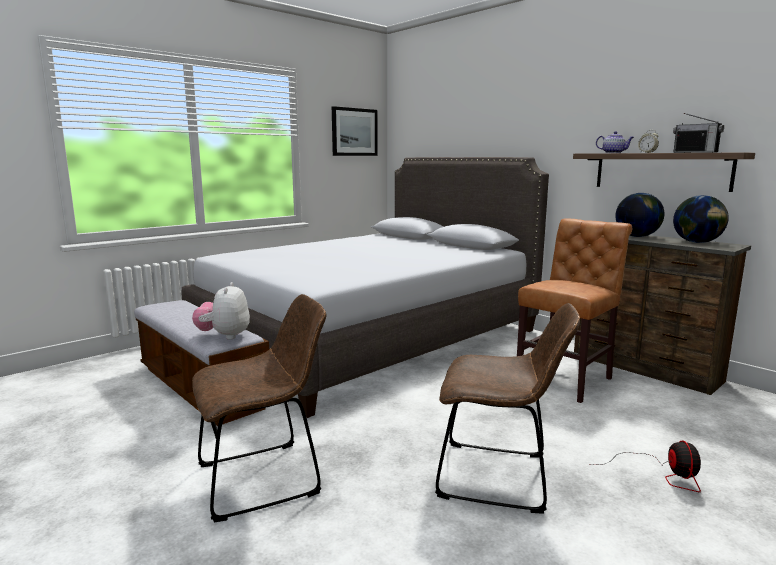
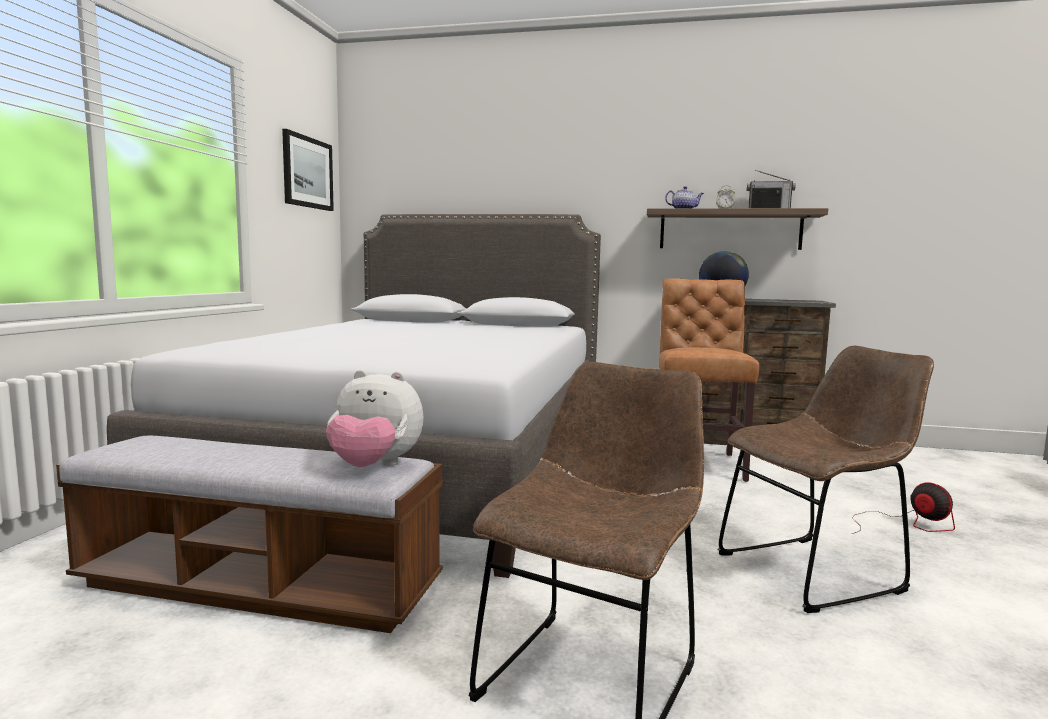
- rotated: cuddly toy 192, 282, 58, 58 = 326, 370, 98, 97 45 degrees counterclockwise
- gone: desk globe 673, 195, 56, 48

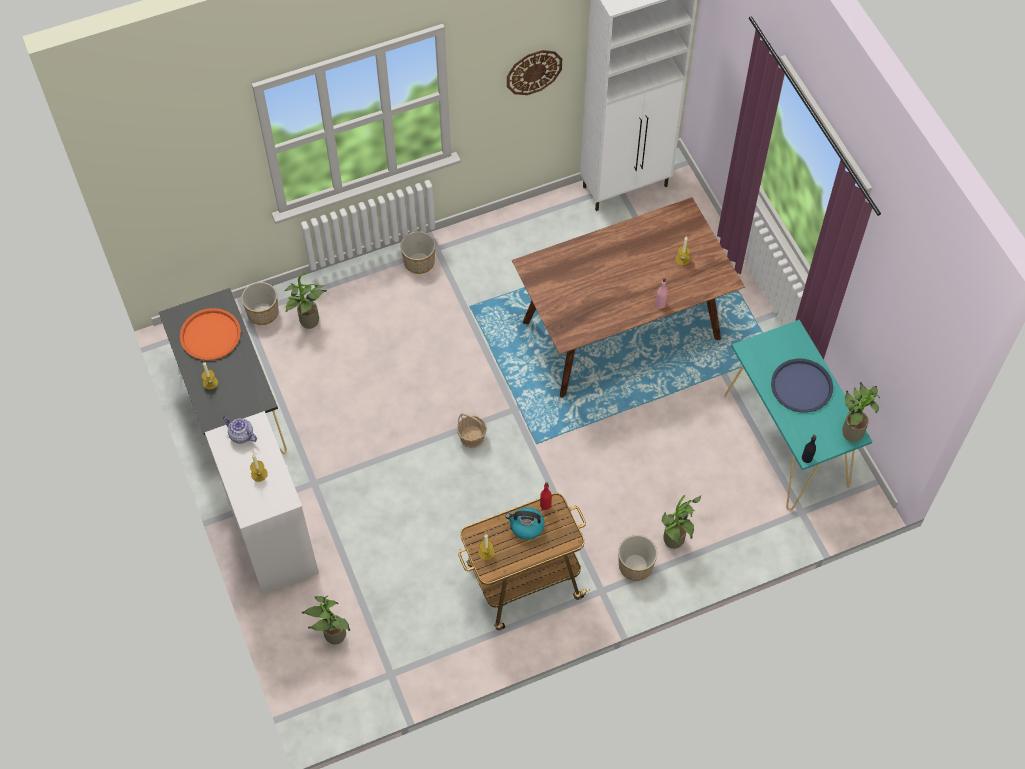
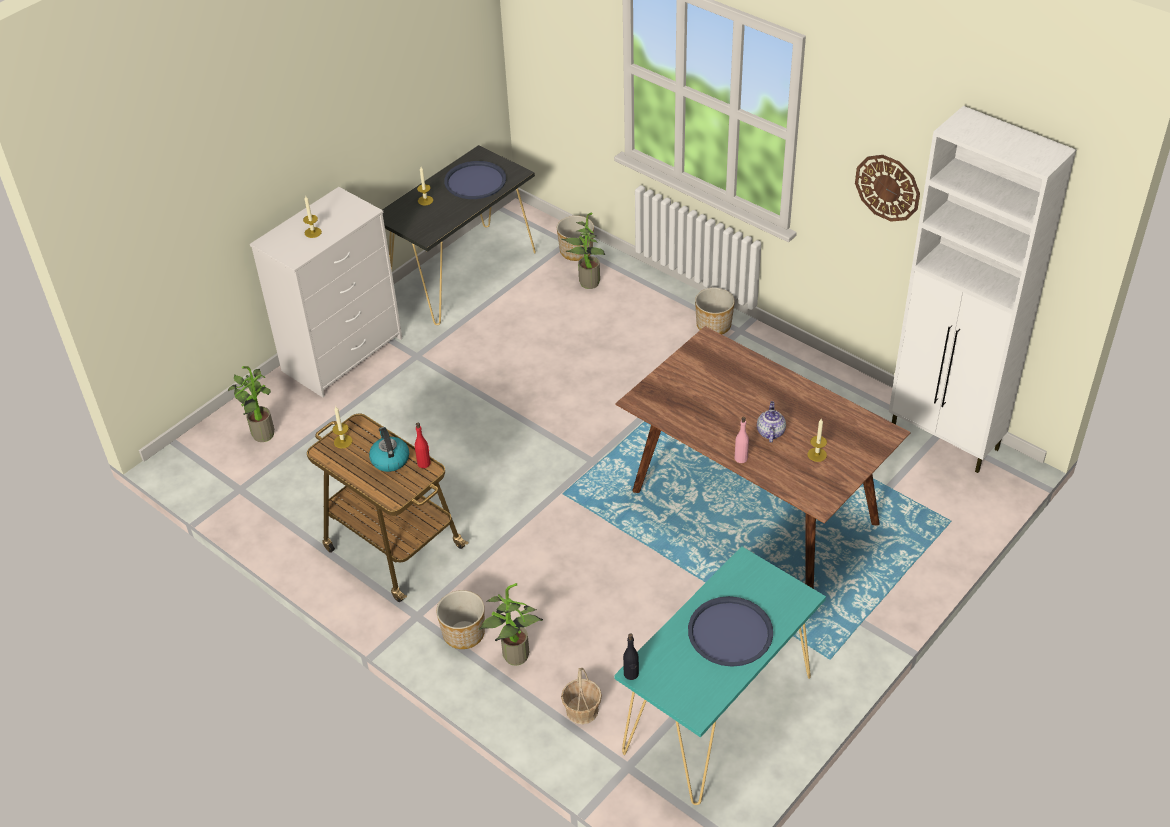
- repainted: orangey serving tray 180, 308, 61, 52 to bluish serving tray 444, 161, 62, 38
- shifted: basket 457, 414, 30, 34 to 561, 668, 41, 56
- shifted: tea pot 222, 416, 35, 28 to 757, 401, 29, 42
- gone: plant in a pot 842, 382, 38, 60

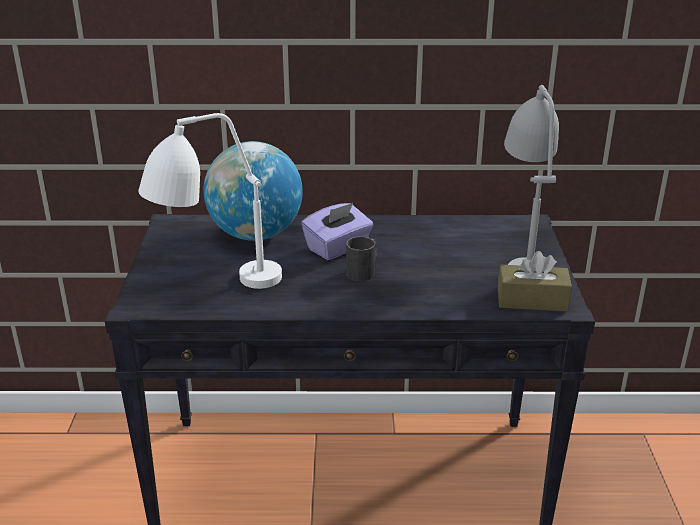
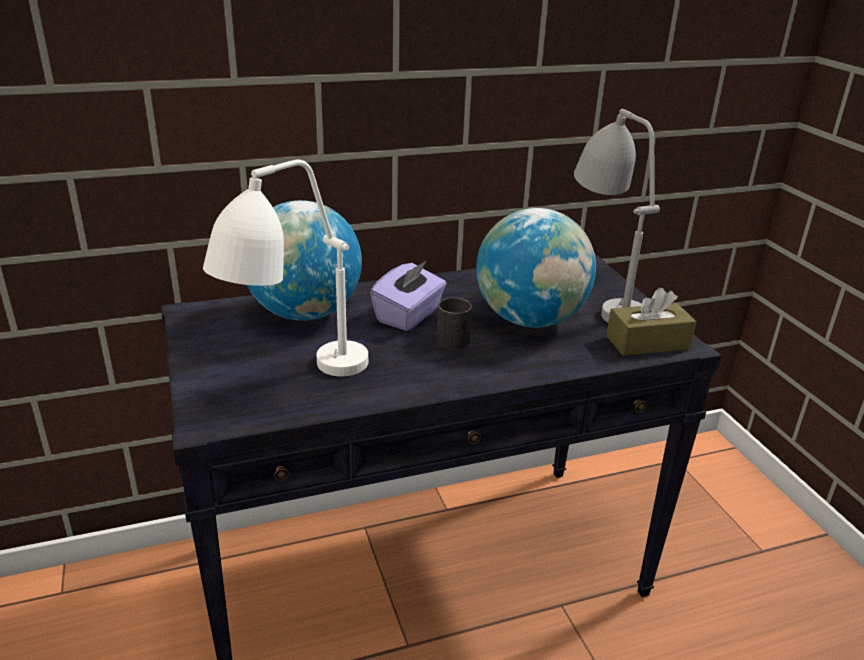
- new: desk globe 476, 208, 120, 120

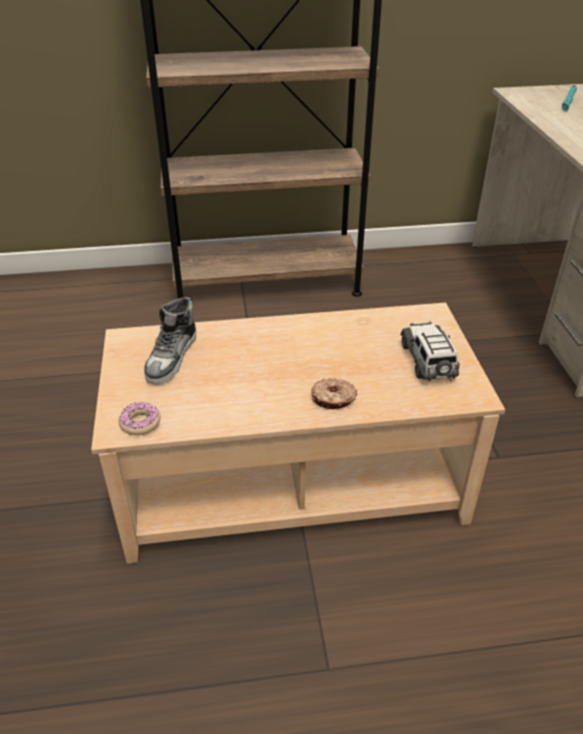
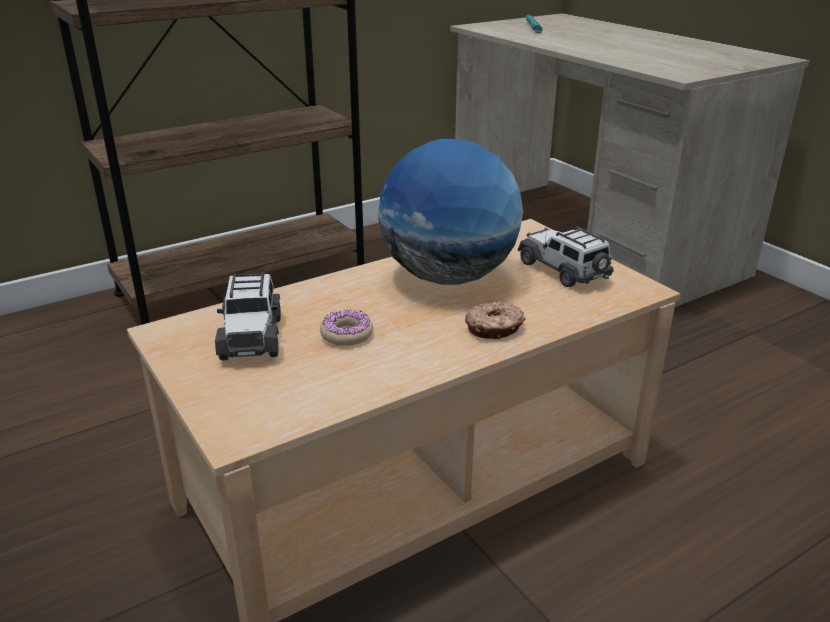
- swapped: item of footwear 144, 297, 52, 87 to toy car 215, 272, 66, 88
- shifted: donut 119, 402, 41, 33 to 320, 310, 53, 36
- new: desk globe 378, 139, 145, 146

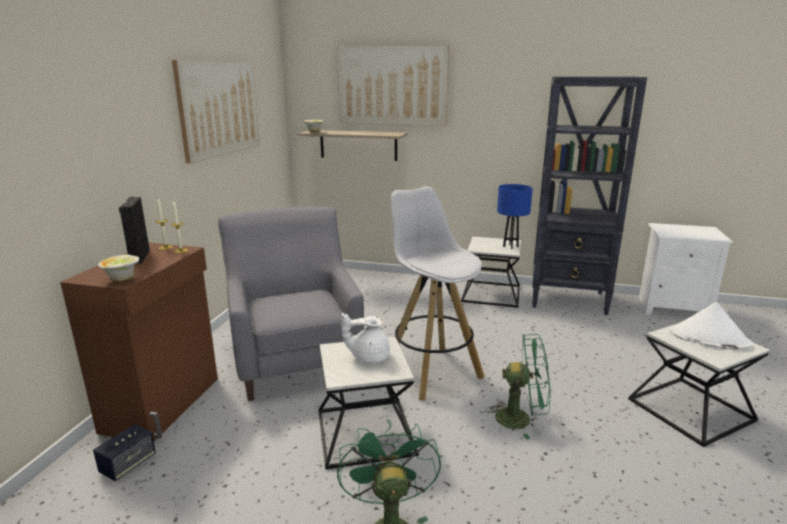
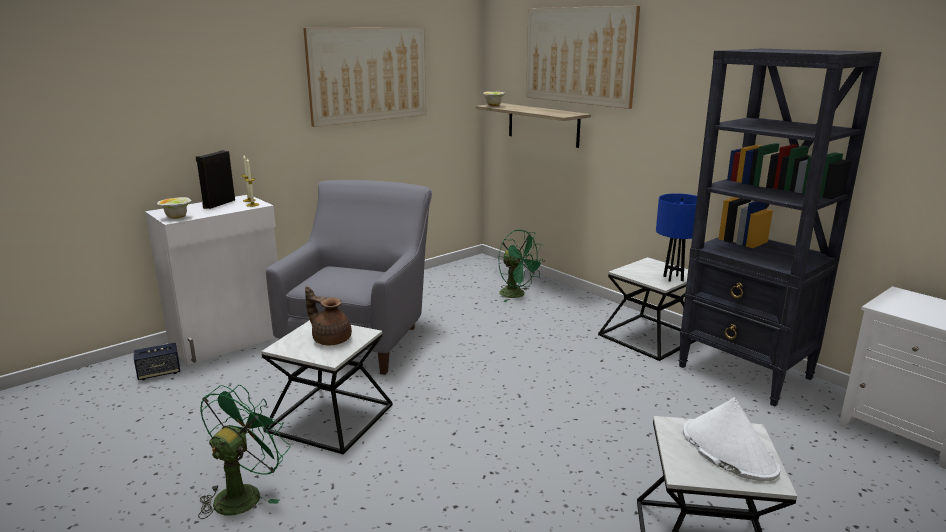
- repainted: brown-coloured cupboard 60, 243, 158, 198 to whitish cupboard 145, 195, 133, 170
- repainted: whitish tea pot 341, 313, 49, 50 to brown-coloured tea pot 305, 286, 47, 59
- shifted: green electric fan 485, 334, 66, 105 to 498, 229, 47, 73
- gone: whitish stool seat 391, 186, 93, 214

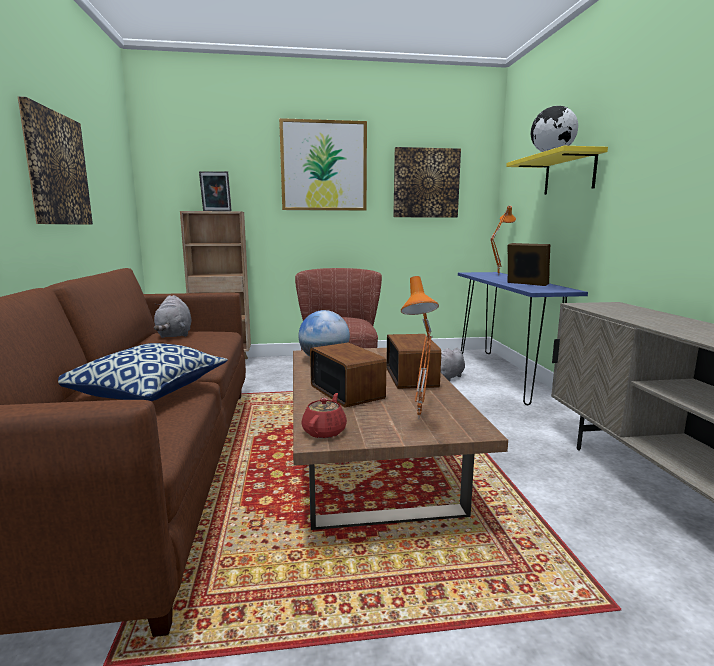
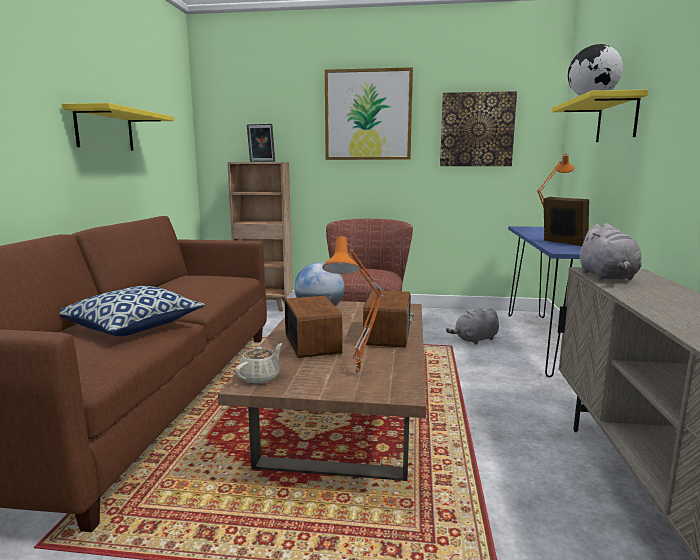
- swapped: picture 18, 96, 75, 129 to yellow-coloured wall shelf 62, 103, 112, 48
- repainted: reddish tea pot 301, 393, 46, 45 to beige tea pot 235, 343, 47, 41
- shifted: greyish cuddly toy 154, 295, 37, 43 to 578, 223, 64, 57

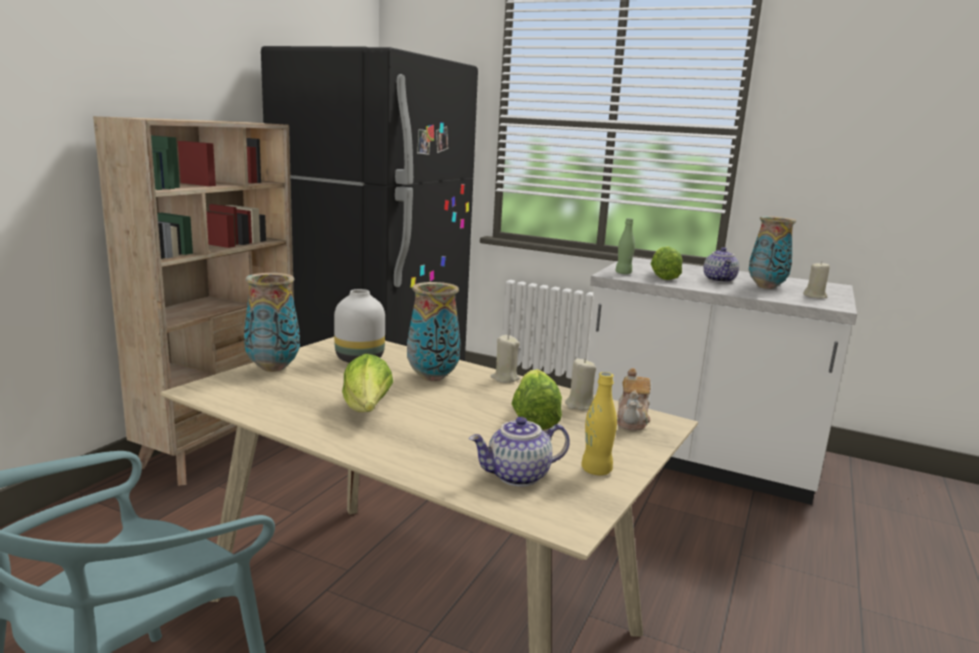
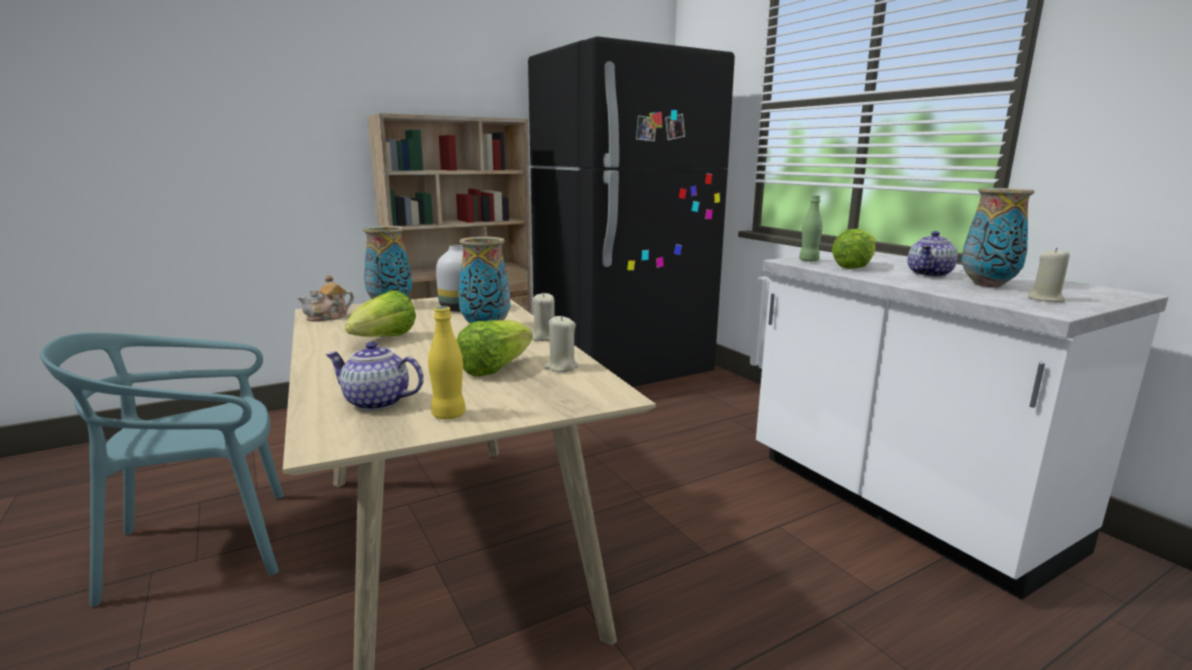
- shifted: tea pot 617, 368, 33, 63 to 297, 275, 57, 47

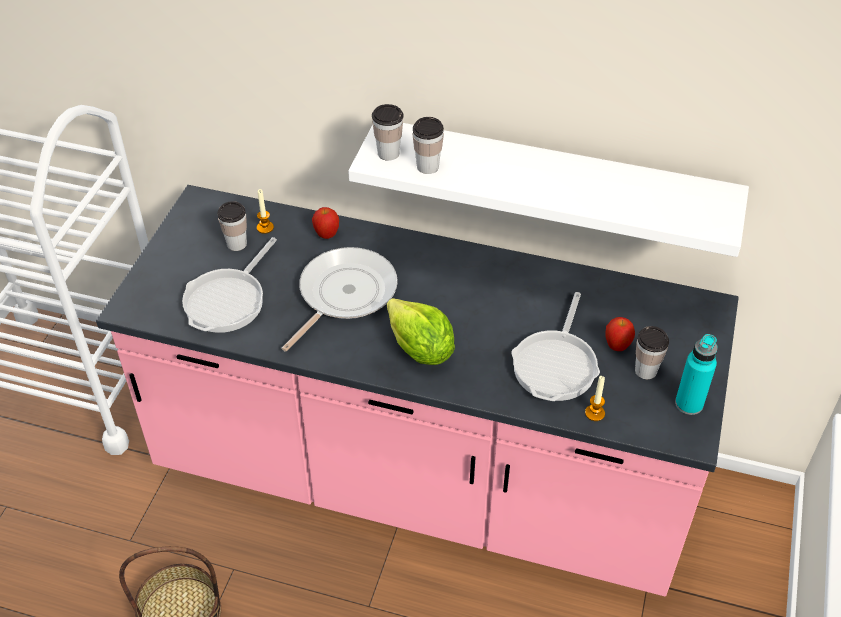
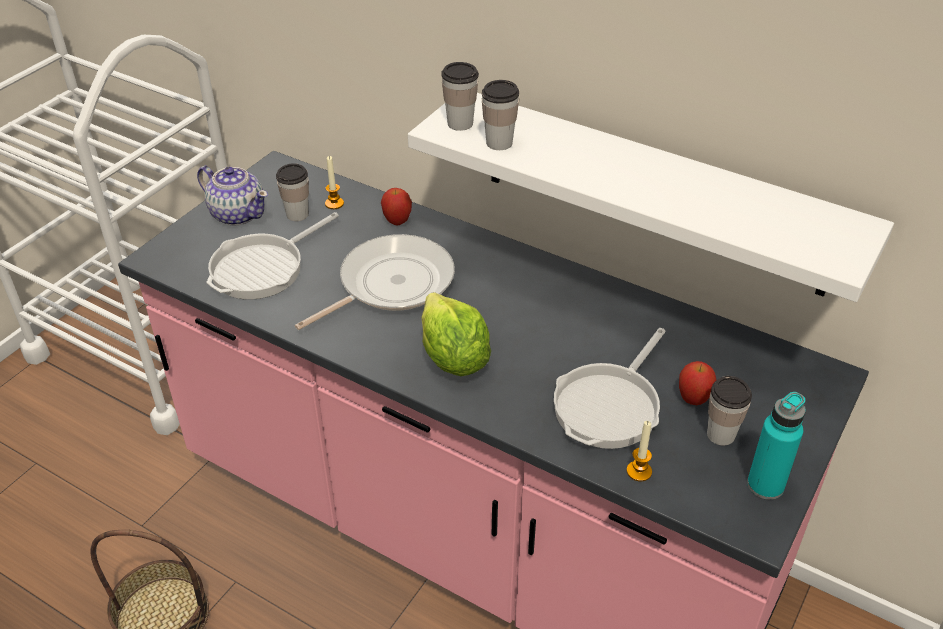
- new: tea pot 197, 166, 71, 60

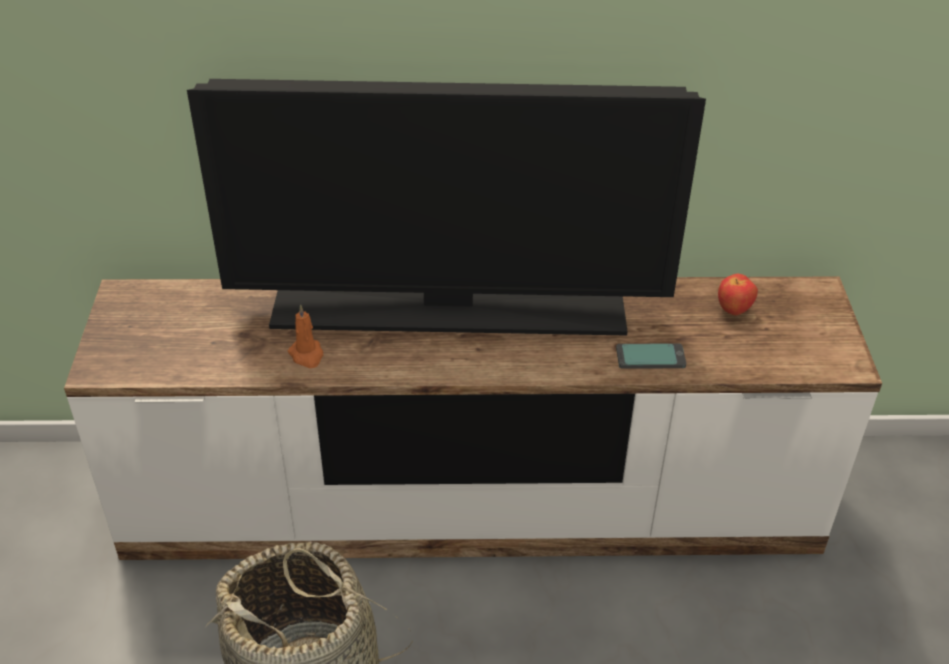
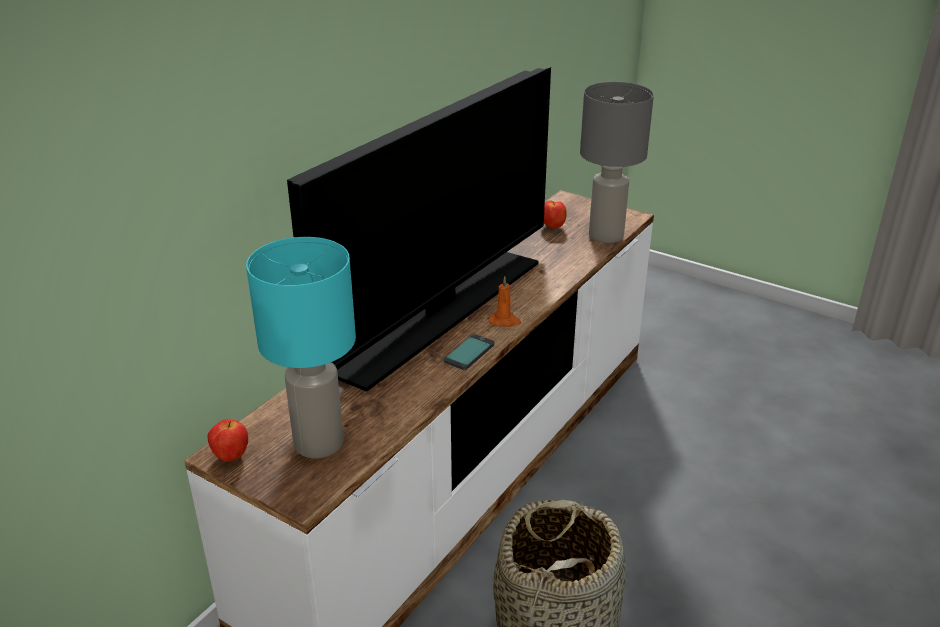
- new: apple 208, 419, 40, 43
- new: turquoise lamp for a table 246, 237, 110, 221
- shifted: phone 616, 343, 70, 26 to 444, 334, 51, 36
- shifted: orangey wax candle 288, 304, 35, 64 to 489, 276, 32, 51
- new: greyish lamp for a table 580, 82, 74, 161

